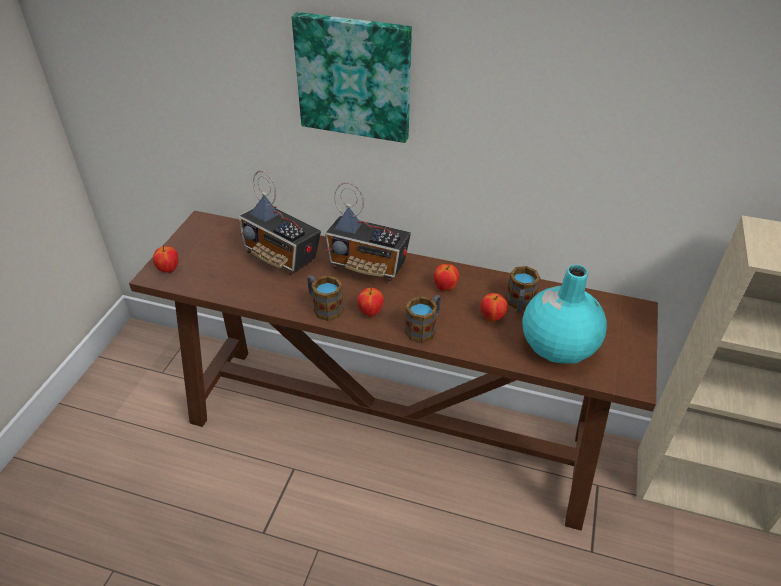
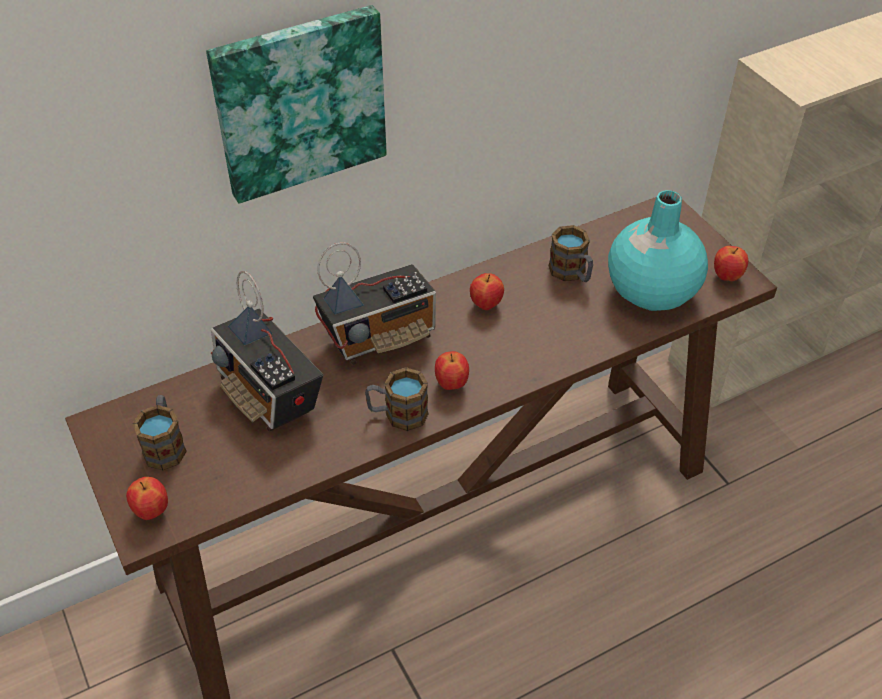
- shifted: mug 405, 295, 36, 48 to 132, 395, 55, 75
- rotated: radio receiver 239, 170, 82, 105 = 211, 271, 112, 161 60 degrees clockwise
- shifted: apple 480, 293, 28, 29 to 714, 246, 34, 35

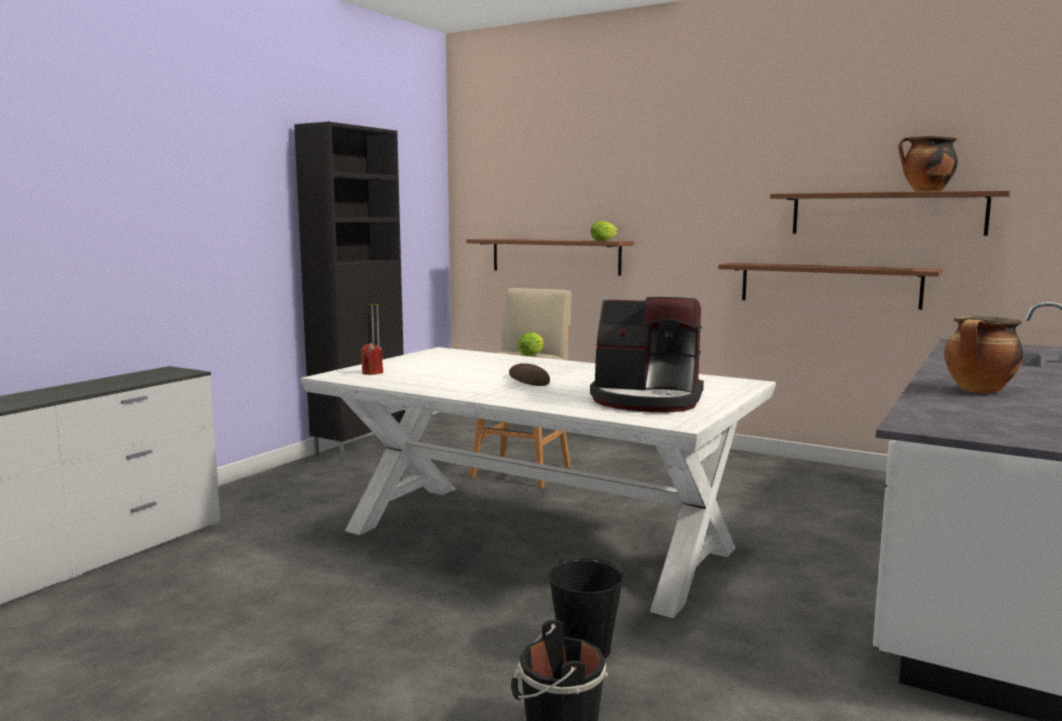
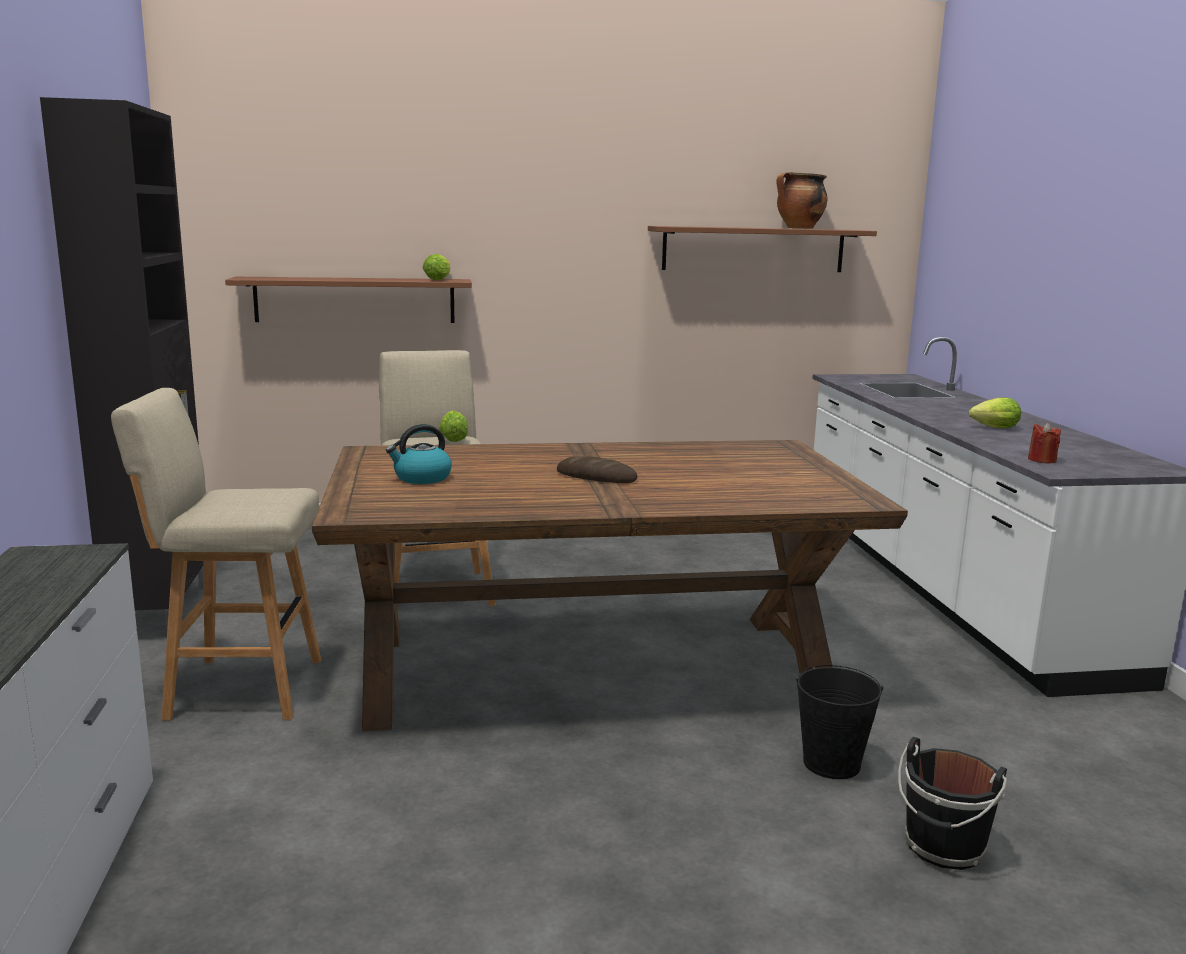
- new: beige stool seat 111, 388, 210, 333
- repainted: whitish dining table 301, 347, 475, 271 to brown-coloured dining table 312, 440, 596, 292
- new: kettle 386, 424, 66, 60
- swapped: stockpot 944, 316, 80, 78 to lettuce head 969, 398, 52, 30
- shifted: reddish wax candle 360, 343, 23, 32 to 1028, 422, 33, 42
- gone: coffee brewer 590, 297, 114, 115
- gone: brown-coloured wall shelf 718, 263, 225, 47

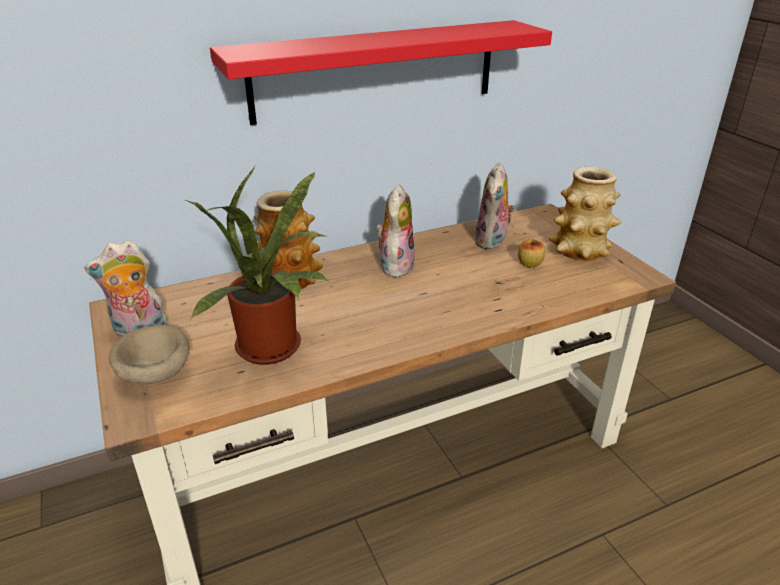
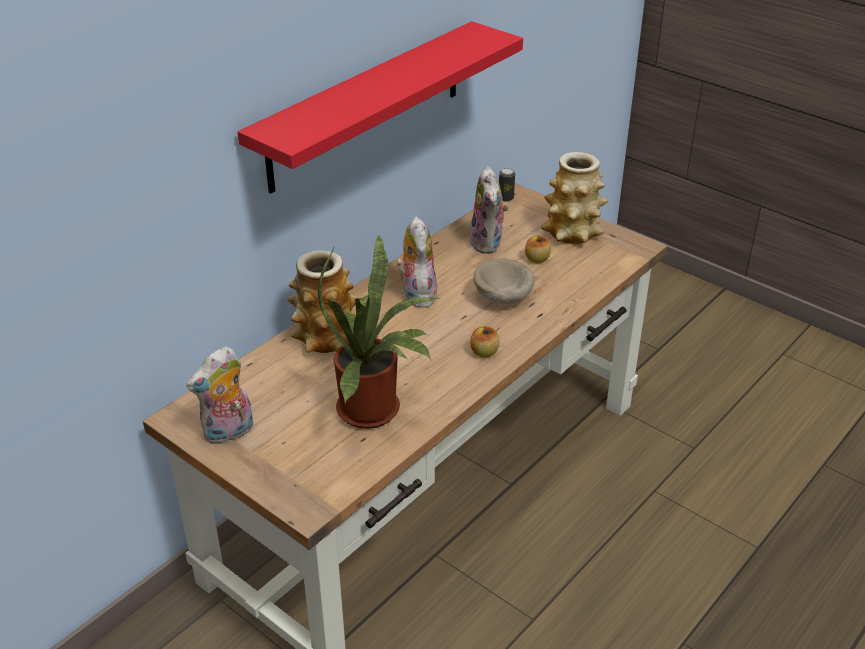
- new: apple 470, 326, 29, 32
- shifted: beige deep dish 109, 325, 81, 59 to 473, 258, 62, 46
- new: metal can 499, 168, 16, 34

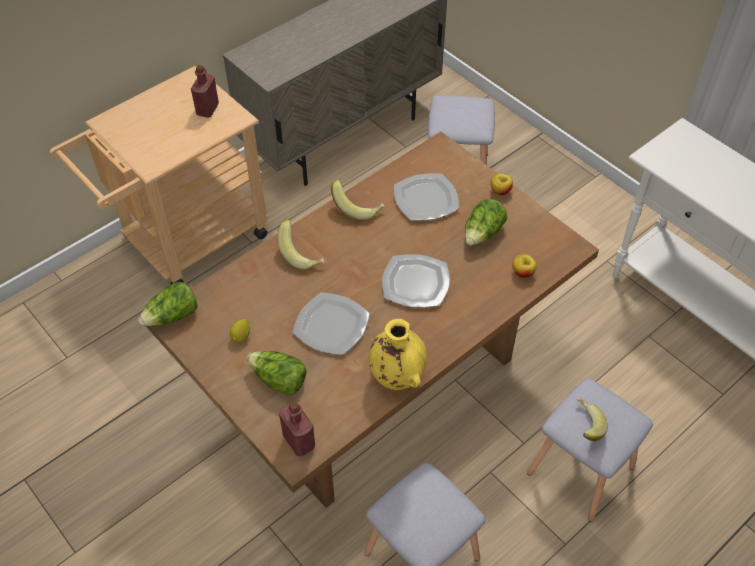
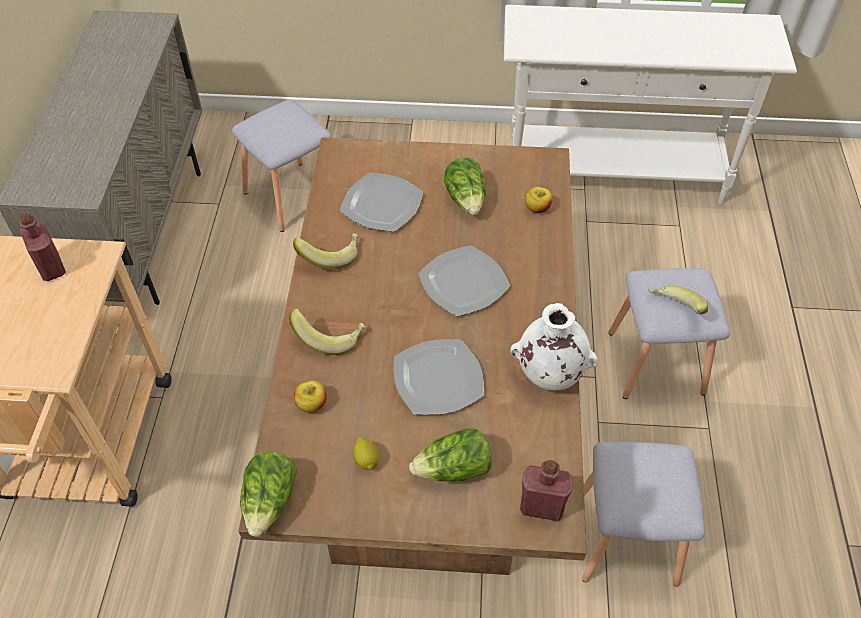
- shifted: apple 490, 173, 23, 22 to 294, 380, 33, 32
- repainted: yellow-coloured decorative vase 369, 319, 58, 71 to whitish decorative vase 510, 303, 88, 87

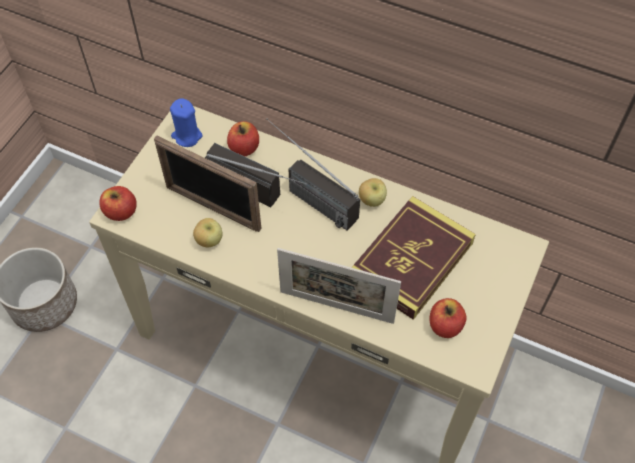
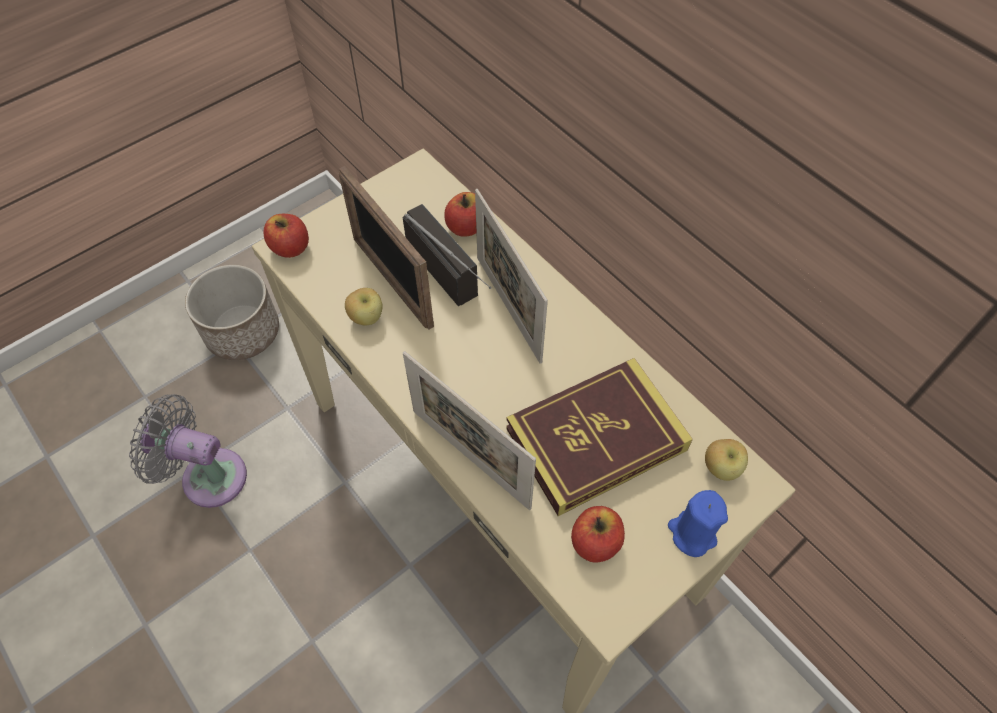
- new: greyish electric fan 129, 394, 118, 114
- swapped: radio receiver 266, 118, 94, 113 to picture frame 475, 189, 73, 175
- shifted: bluish wax candle 170, 98, 33, 49 to 668, 490, 60, 67
- shifted: apple 359, 178, 28, 29 to 705, 439, 43, 42

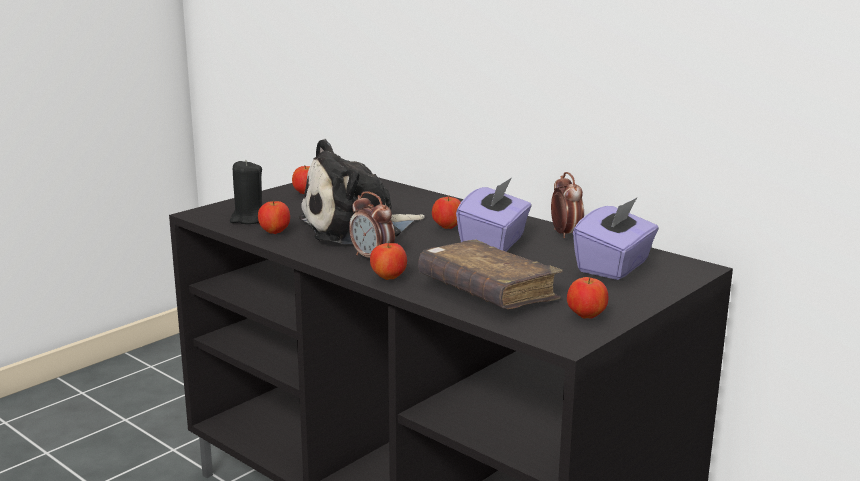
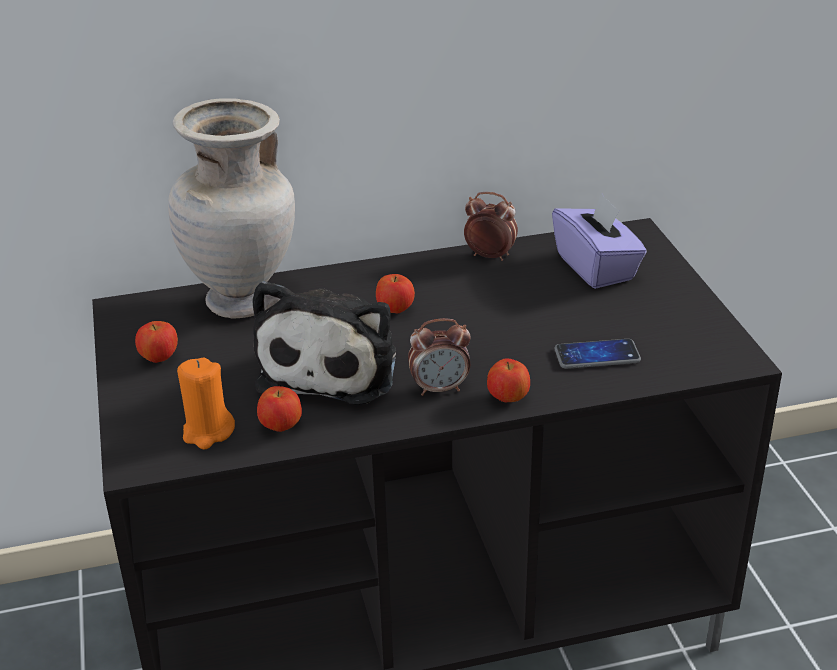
- new: beige decorative vase 168, 98, 127, 221
- repainted: black-coloured wax candle 230, 160, 32, 64 to orangey wax candle 177, 358, 58, 91
- swapped: brown-coloured book 418, 240, 144, 69 to phone 554, 339, 87, 30
- gone: purplish box of tissues 456, 178, 76, 73
- gone: apple 567, 277, 41, 42

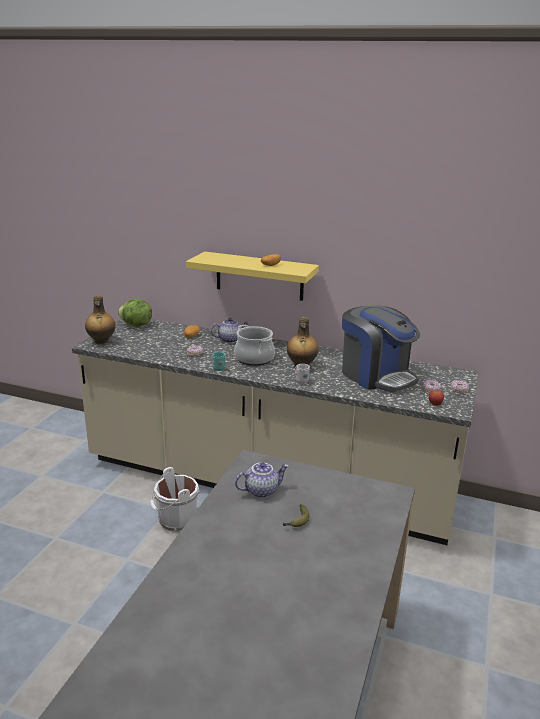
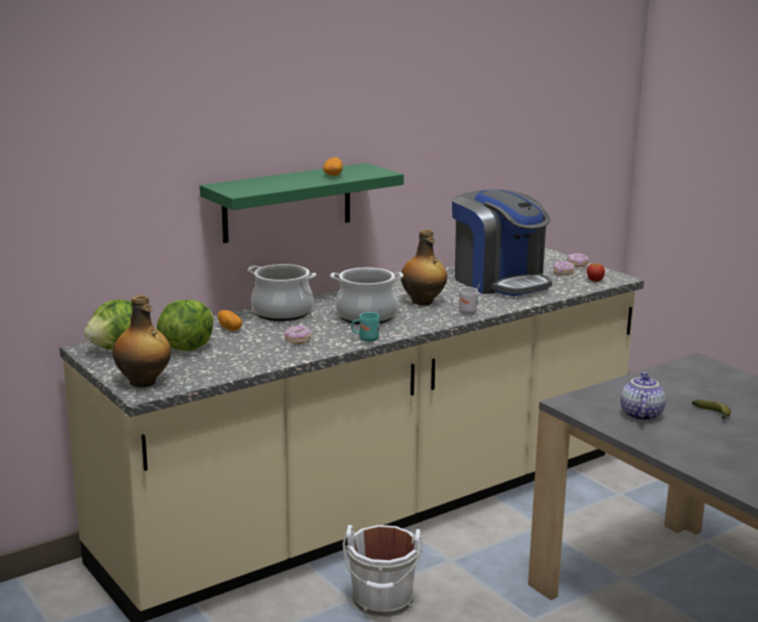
- new: lettuce head 157, 300, 57, 51
- repainted: yellow-coloured wall shelf 186, 251, 133, 50 to green wall shelf 200, 163, 204, 80
- swapped: tea pot 211, 318, 38, 25 to stockpot 248, 264, 68, 57
- rotated: coffee brewer 342, 305, 78, 87 = 452, 189, 100, 107 60 degrees clockwise

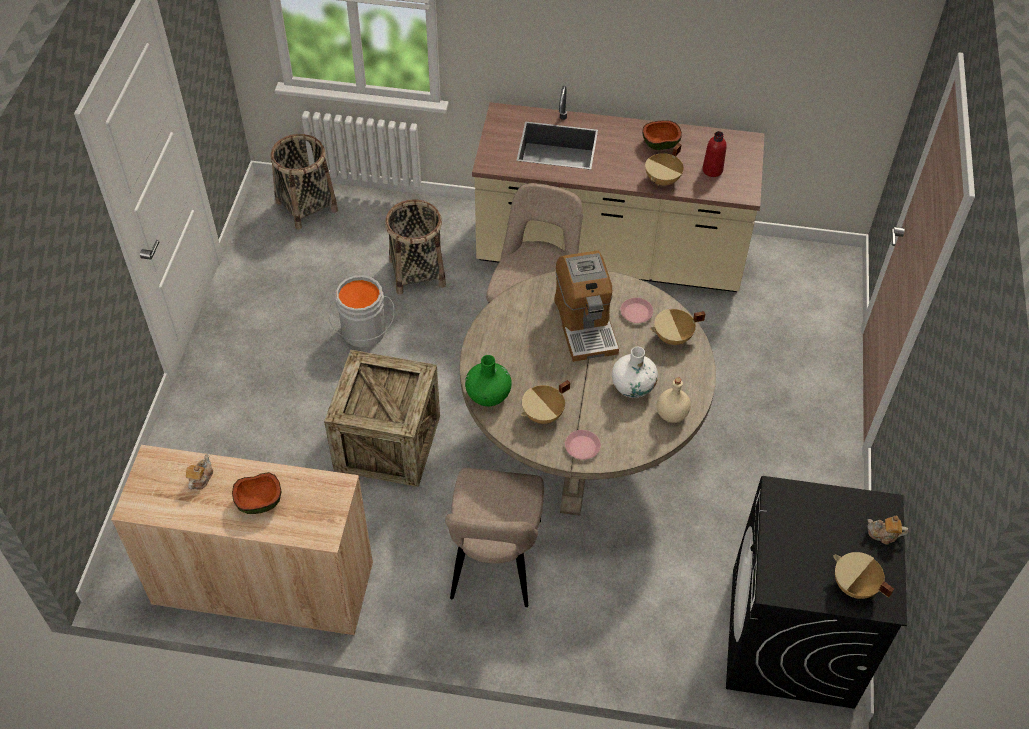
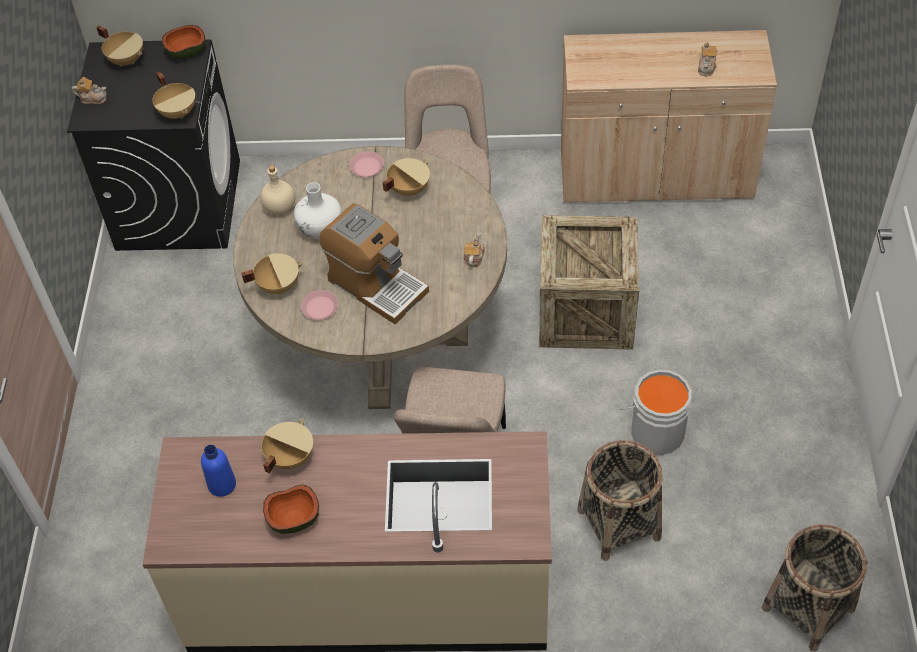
- new: beige stockpot 153, 72, 42, 47
- shifted: deep dish 232, 472, 49, 42 to 162, 25, 43, 34
- repainted: reddish bottle 702, 131, 25, 46 to bluish bottle 201, 445, 35, 52
- rotated: coffee brewer 554, 250, 65, 112 = 319, 203, 110, 121 150 degrees clockwise
- new: tea pot 463, 232, 22, 35
- gone: green decorative vase 465, 355, 47, 51

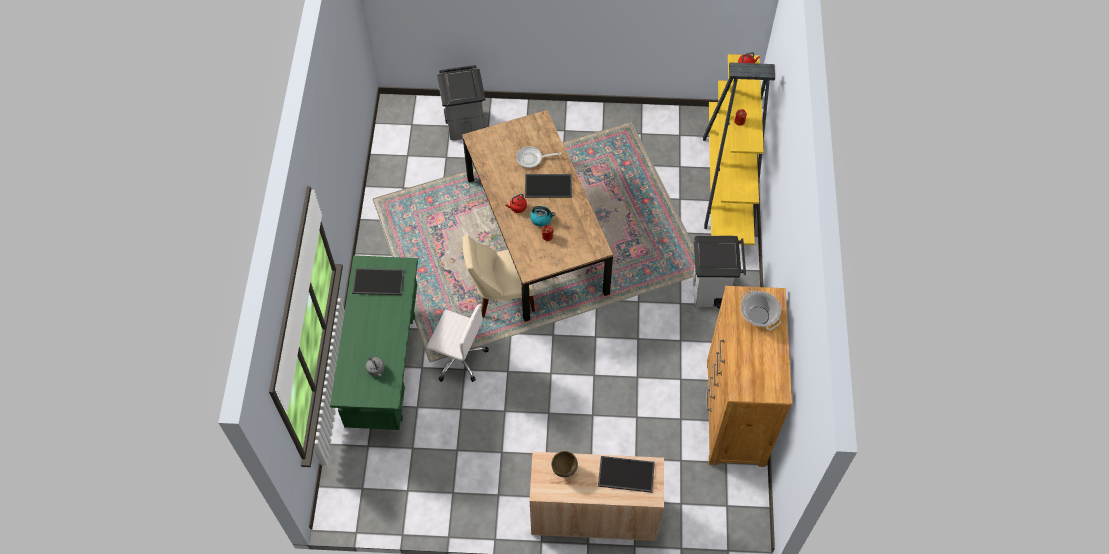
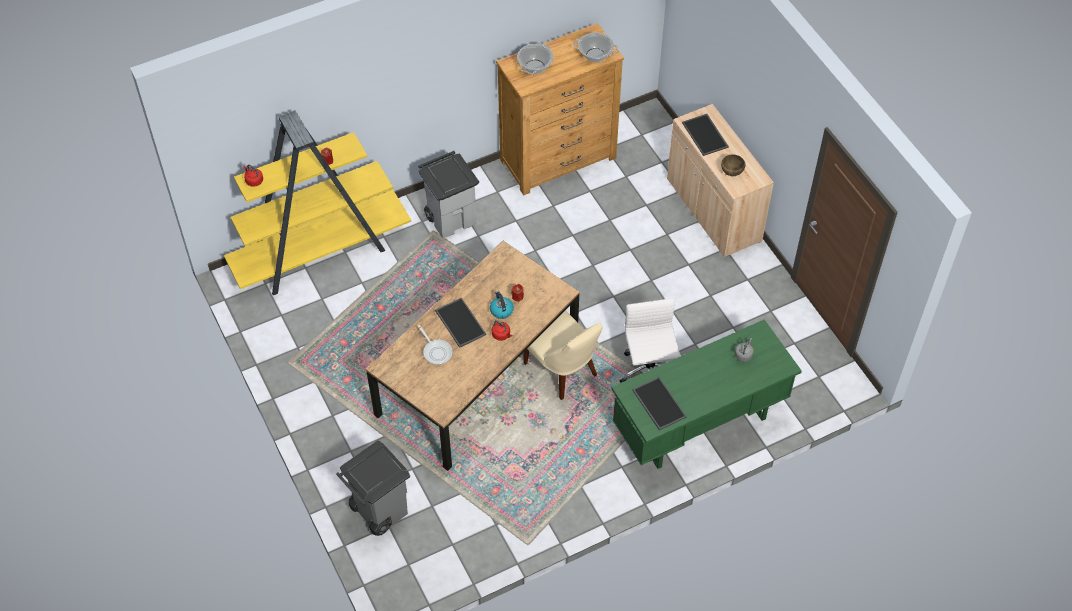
- new: stockpot 574, 32, 44, 30

